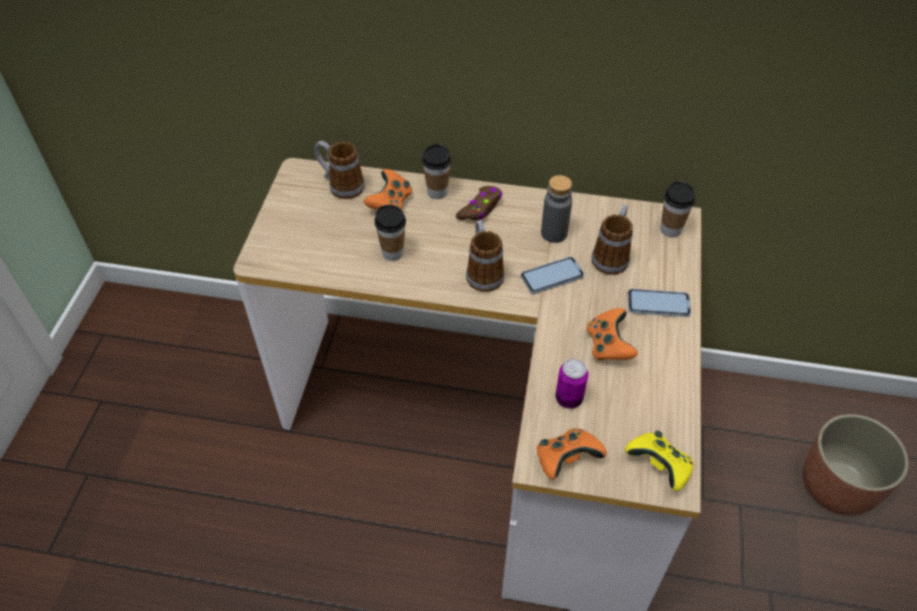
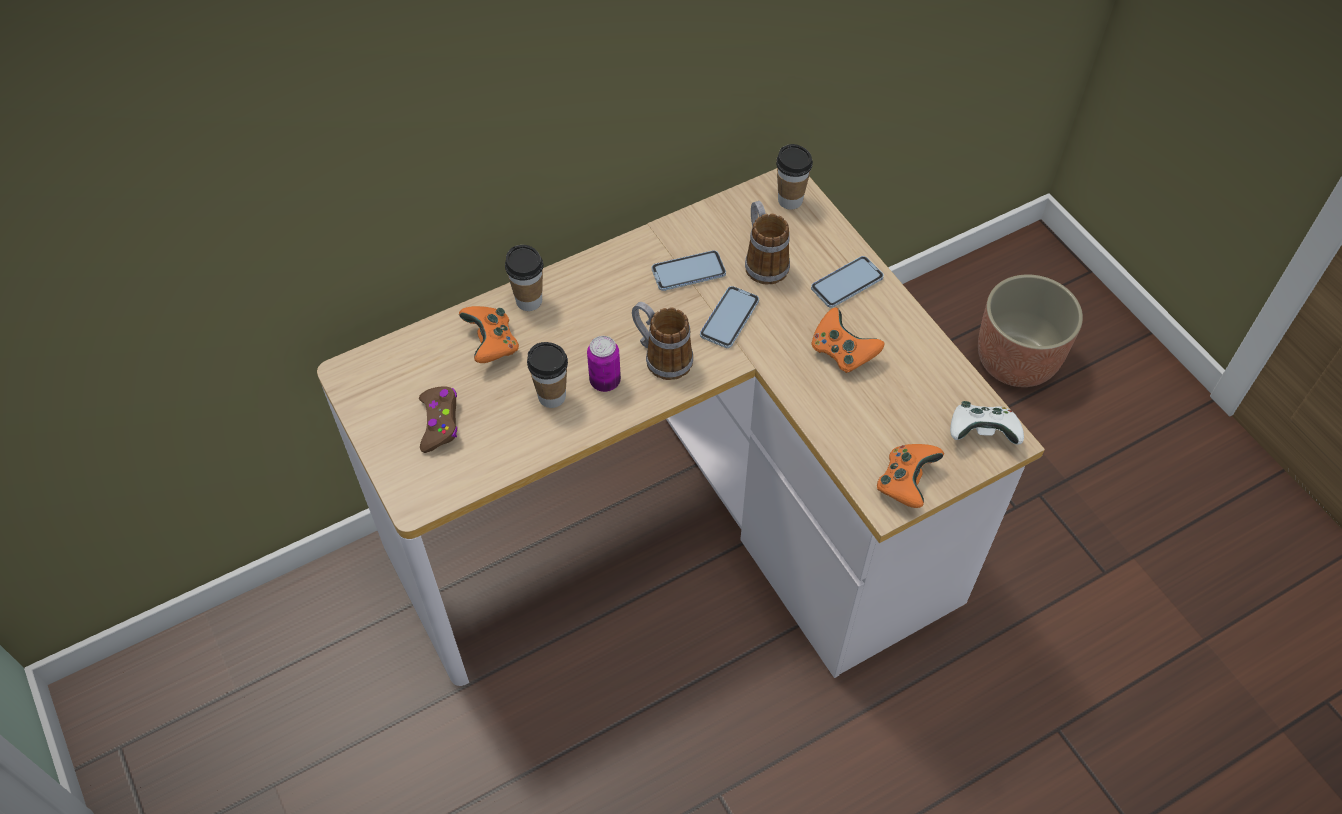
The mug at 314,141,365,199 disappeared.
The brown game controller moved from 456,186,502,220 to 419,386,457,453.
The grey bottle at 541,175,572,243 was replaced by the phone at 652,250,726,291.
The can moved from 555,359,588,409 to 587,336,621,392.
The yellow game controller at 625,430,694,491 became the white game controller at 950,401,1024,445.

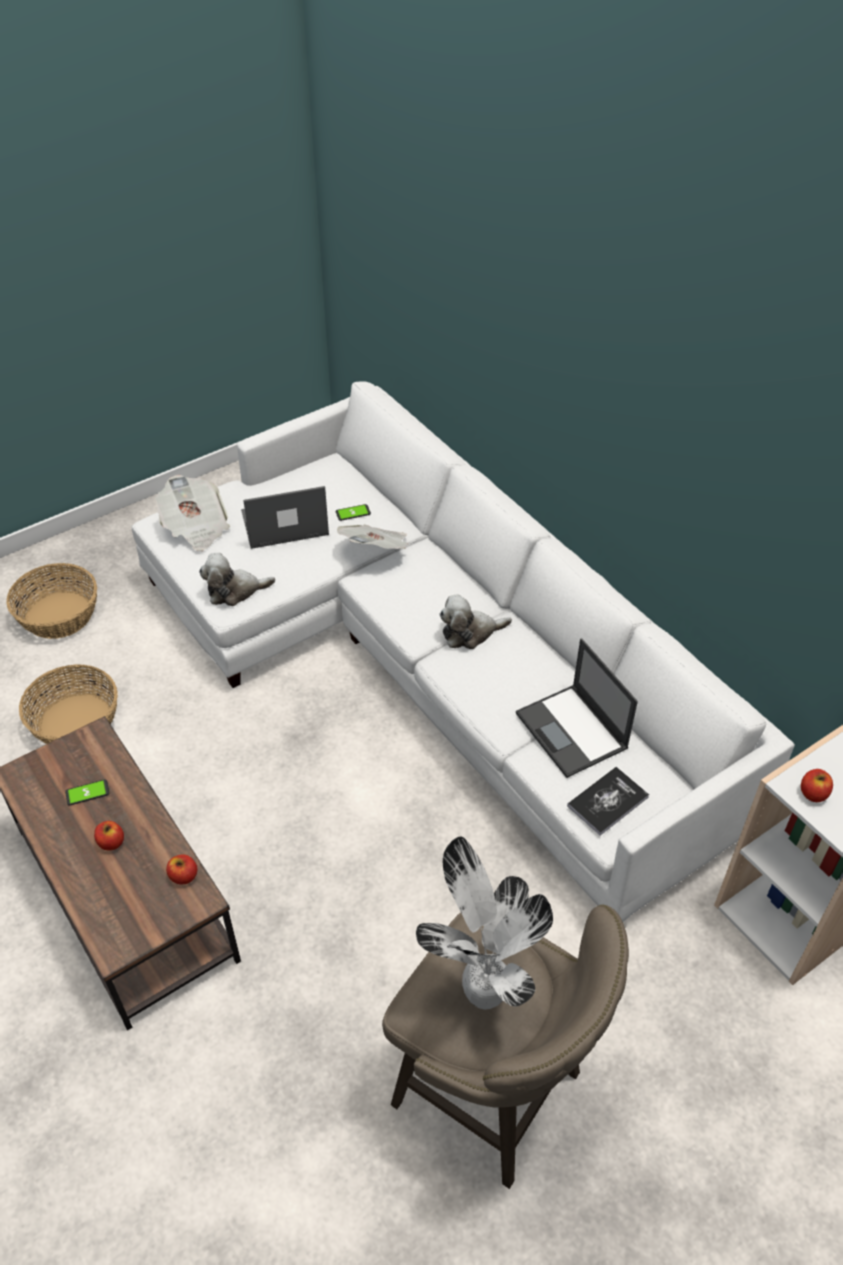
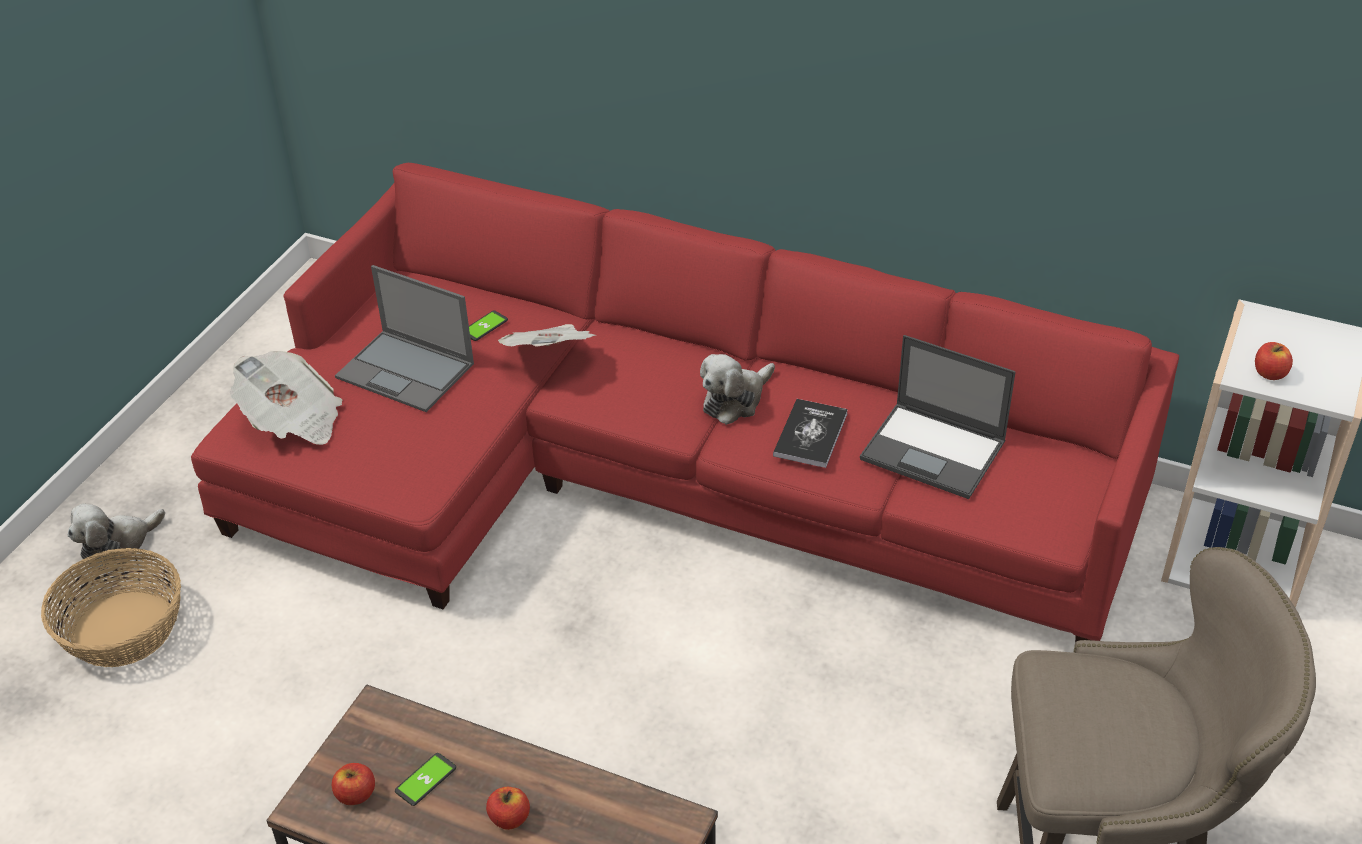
The basket at 19,665,118,744 disappeared.
The white sofa at 132,381,795,922 became the red sofa at 191,163,1179,643.
The apple moved from 166,854,198,884 to 332,763,375,805.
The plush toy moved from 199,553,275,606 to 68,503,165,572.
The laptop at 241,486,329,549 turned 105 degrees counterclockwise.
The potted plant at 416,836,553,1010 disappeared.
The book moved from 567,767,649,836 to 773,399,848,468.

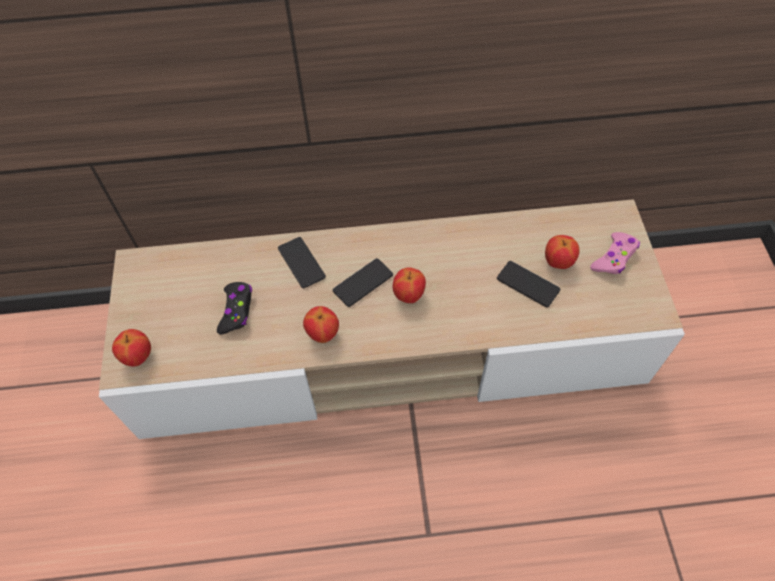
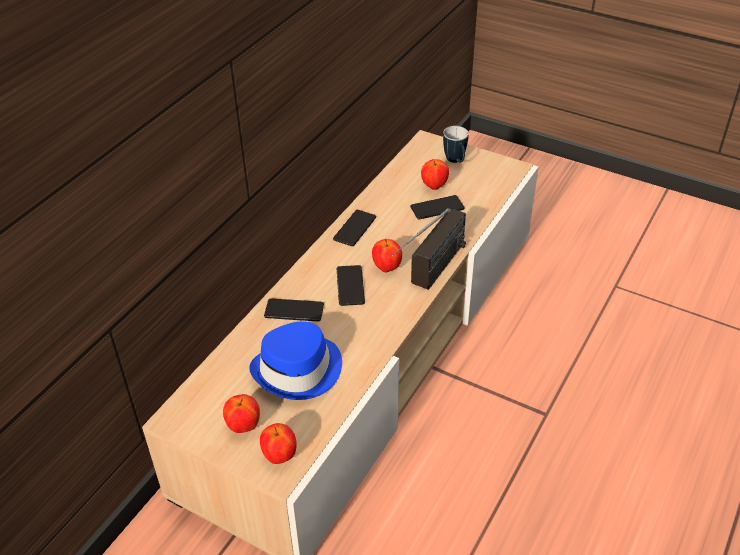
The black game controller at 217,282,252,335 was replaced by the blue hat at 249,321,342,400.
The apple moved from 303,306,339,343 to 223,394,260,433.
The pink game controller at 590,232,640,274 was replaced by the mug at 443,126,469,163.
The phone at 333,210,376,246 appeared.
The radio at 391,208,466,290 appeared.

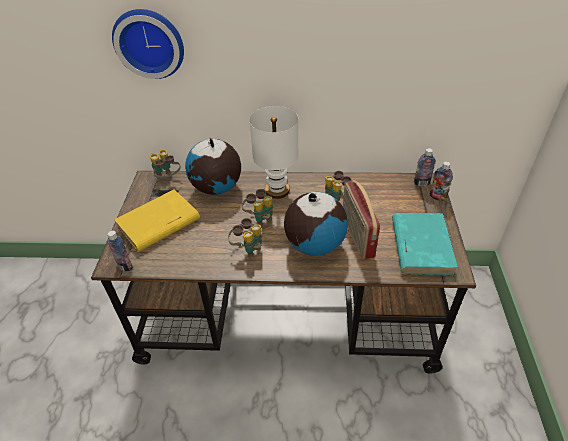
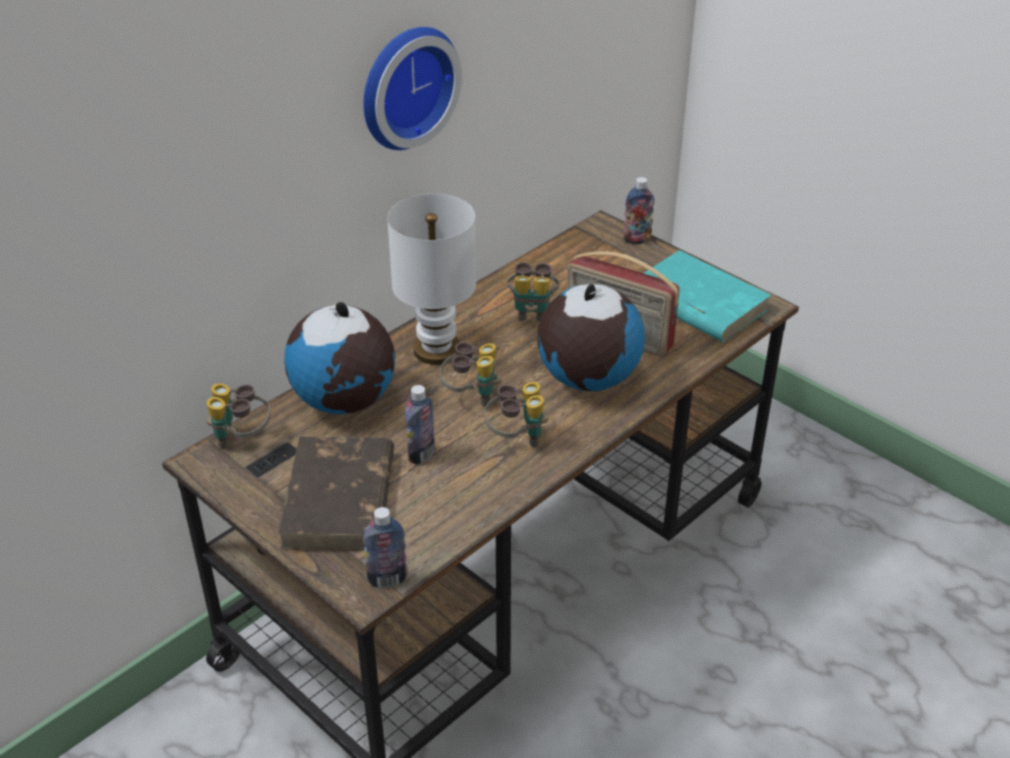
The wall clock moved from 112,9,184,79 to 363,27,462,150.
The yellow book at 114,189,200,252 became the brown book at 278,436,394,551.
The bottle moved from 414,148,436,186 to 405,385,435,465.

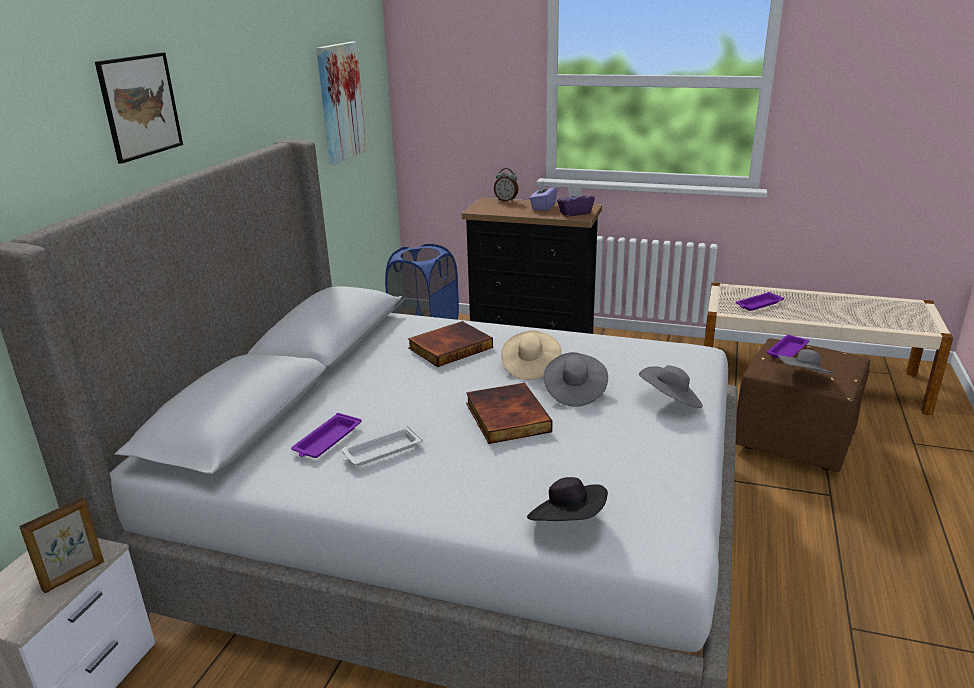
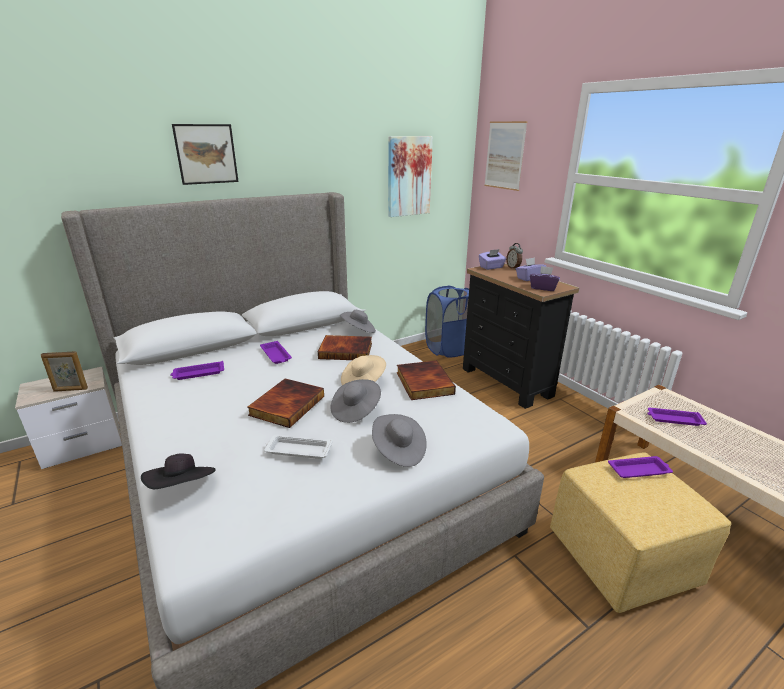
The white tray moved from 342,425,423,466 to 264,435,333,459.
The brown ottoman at 736,338,870,472 became the yellow ottoman at 550,452,732,613.
The grey hat moved from 778,349,835,375 to 340,310,376,333.
The purple tray at 260,341,292,364 appeared.
The book at 397,361,456,400 appeared.
The purple tissue box at 479,249,506,270 appeared.
The picture at 484,121,527,191 appeared.

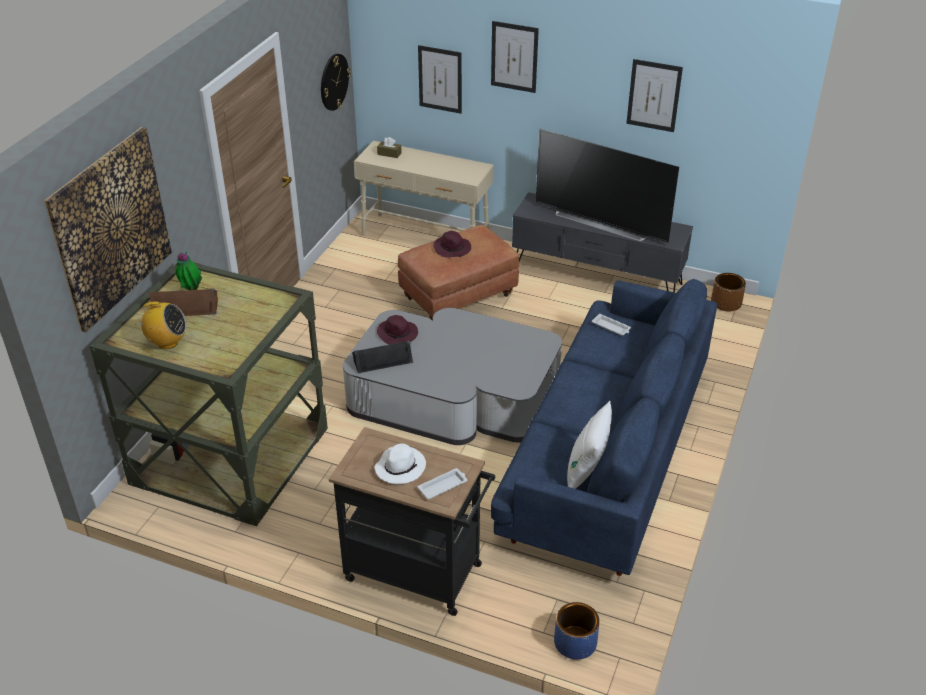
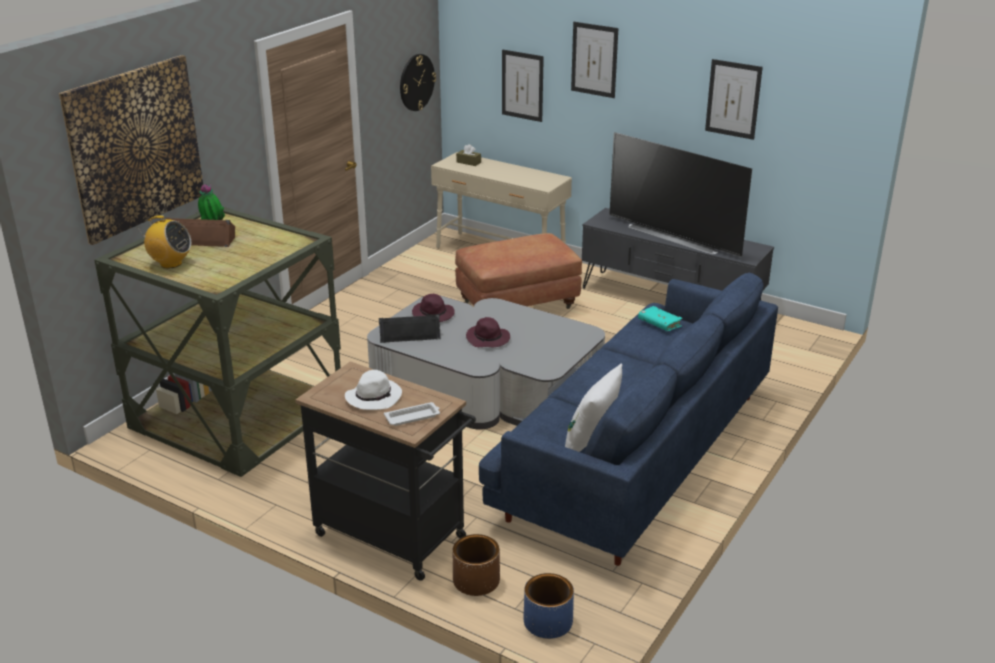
The purple hat moved from 433,231,471,258 to 466,317,510,347.
The white tray at 592,314,631,335 was replaced by the turquoise book at 638,306,683,331.
The brown planter moved from 711,273,746,312 to 453,534,500,596.

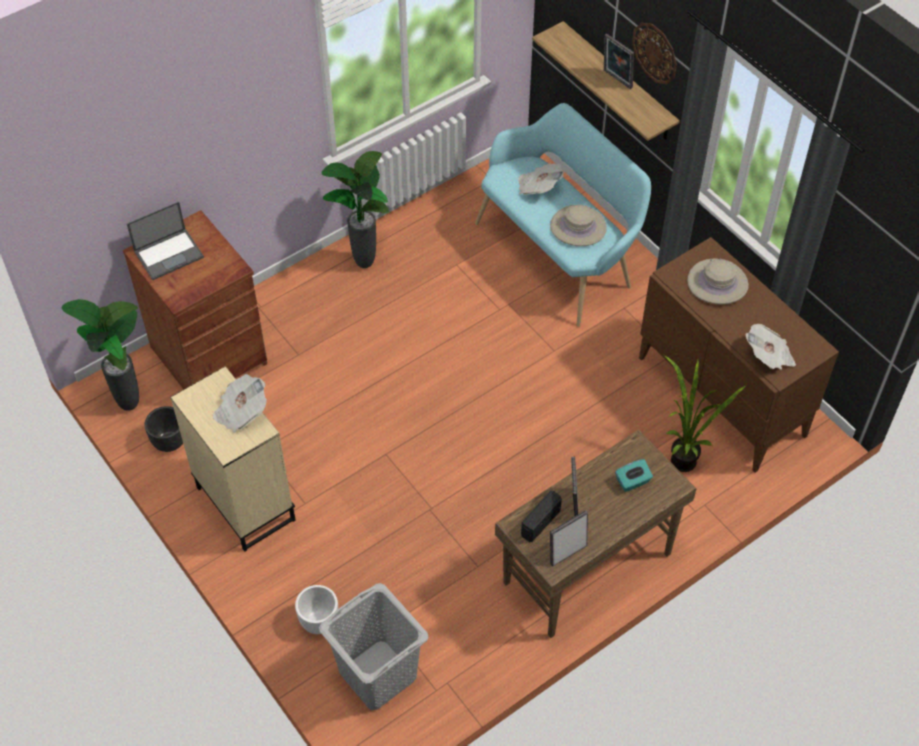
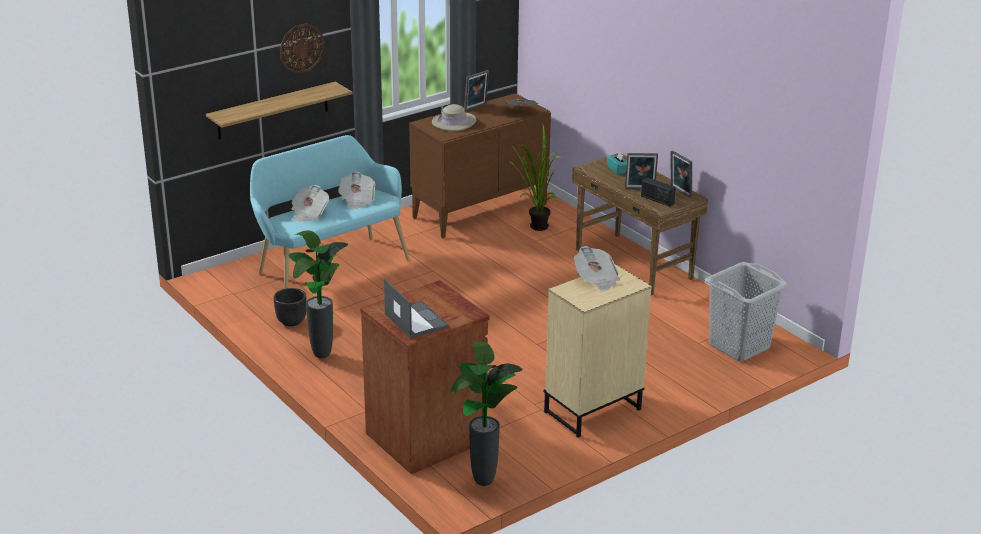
The black planter moved from 145,406,183,452 to 273,288,307,326.
The white planter at 295,585,338,634 disappeared.
The beige hat at 550,205,607,246 was replaced by the newspaper at 338,172,376,209.
The picture frame moved from 604,33,634,89 to 464,70,489,111.

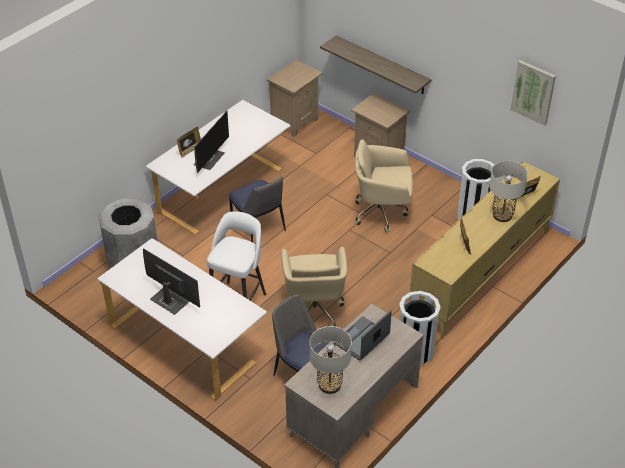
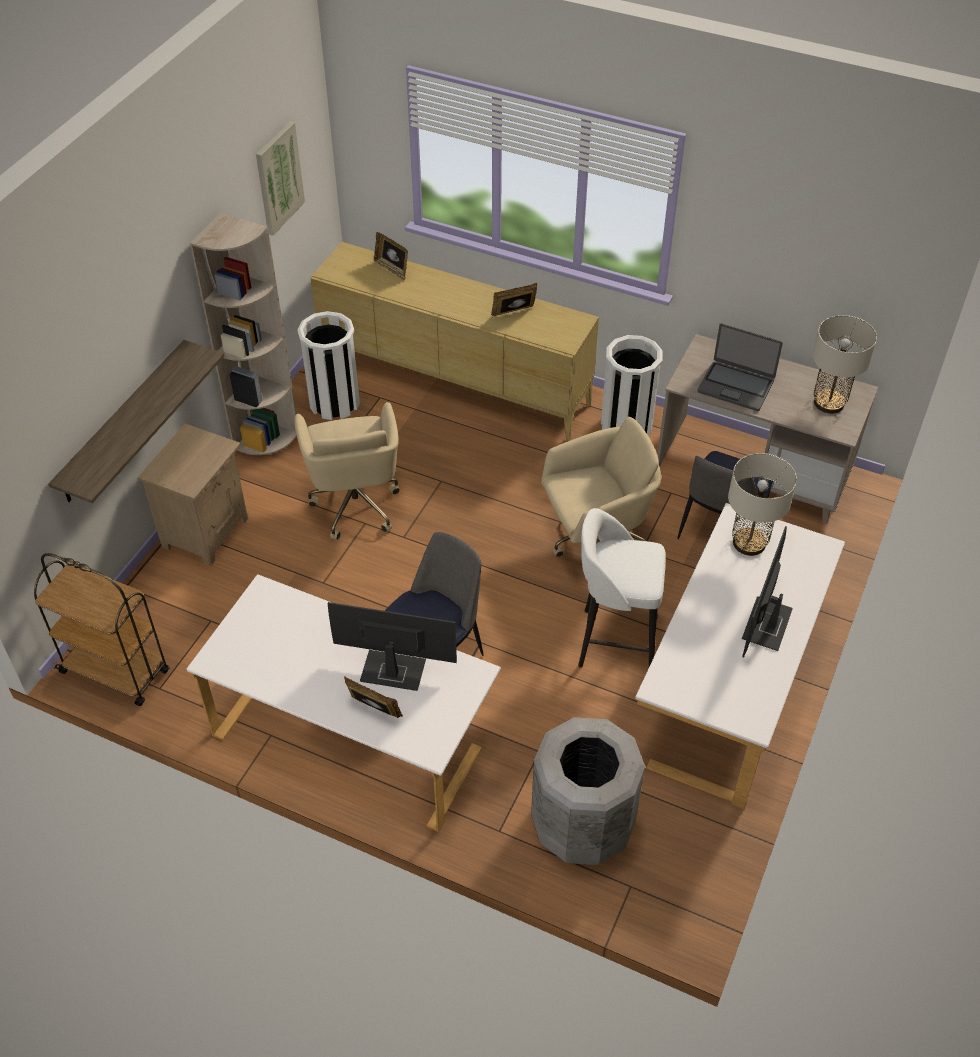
The beige nightstand at 267,60,323,137 was replaced by the brown cart at 34,553,170,706.
The table lamp moved from 489,161,528,222 to 728,453,797,556.
The beige bookcase at 190,213,297,455 appeared.

